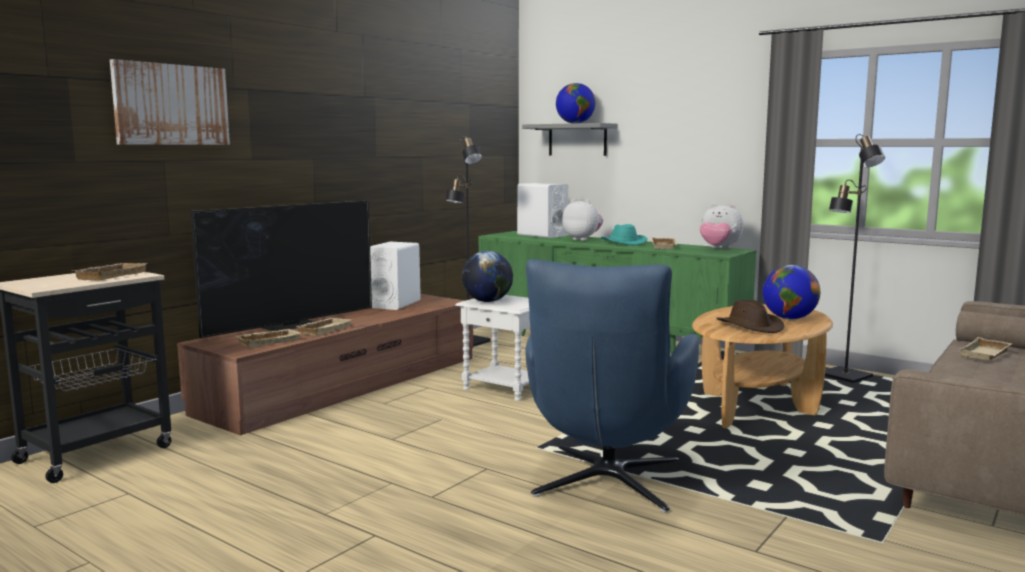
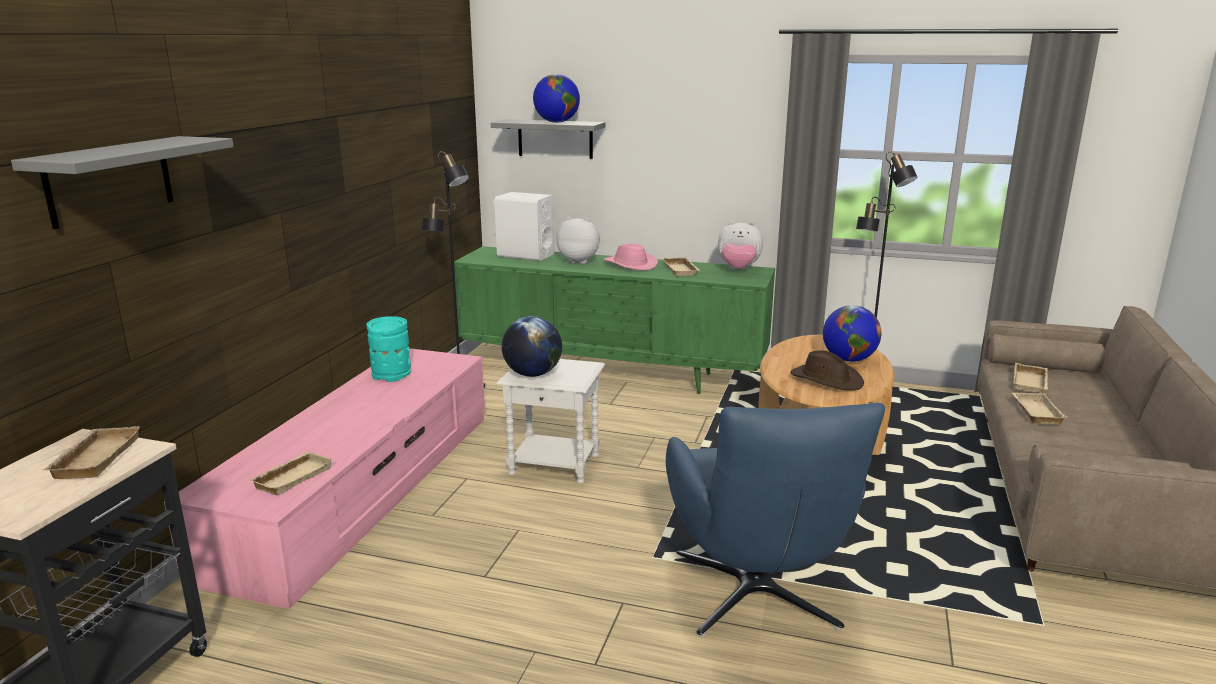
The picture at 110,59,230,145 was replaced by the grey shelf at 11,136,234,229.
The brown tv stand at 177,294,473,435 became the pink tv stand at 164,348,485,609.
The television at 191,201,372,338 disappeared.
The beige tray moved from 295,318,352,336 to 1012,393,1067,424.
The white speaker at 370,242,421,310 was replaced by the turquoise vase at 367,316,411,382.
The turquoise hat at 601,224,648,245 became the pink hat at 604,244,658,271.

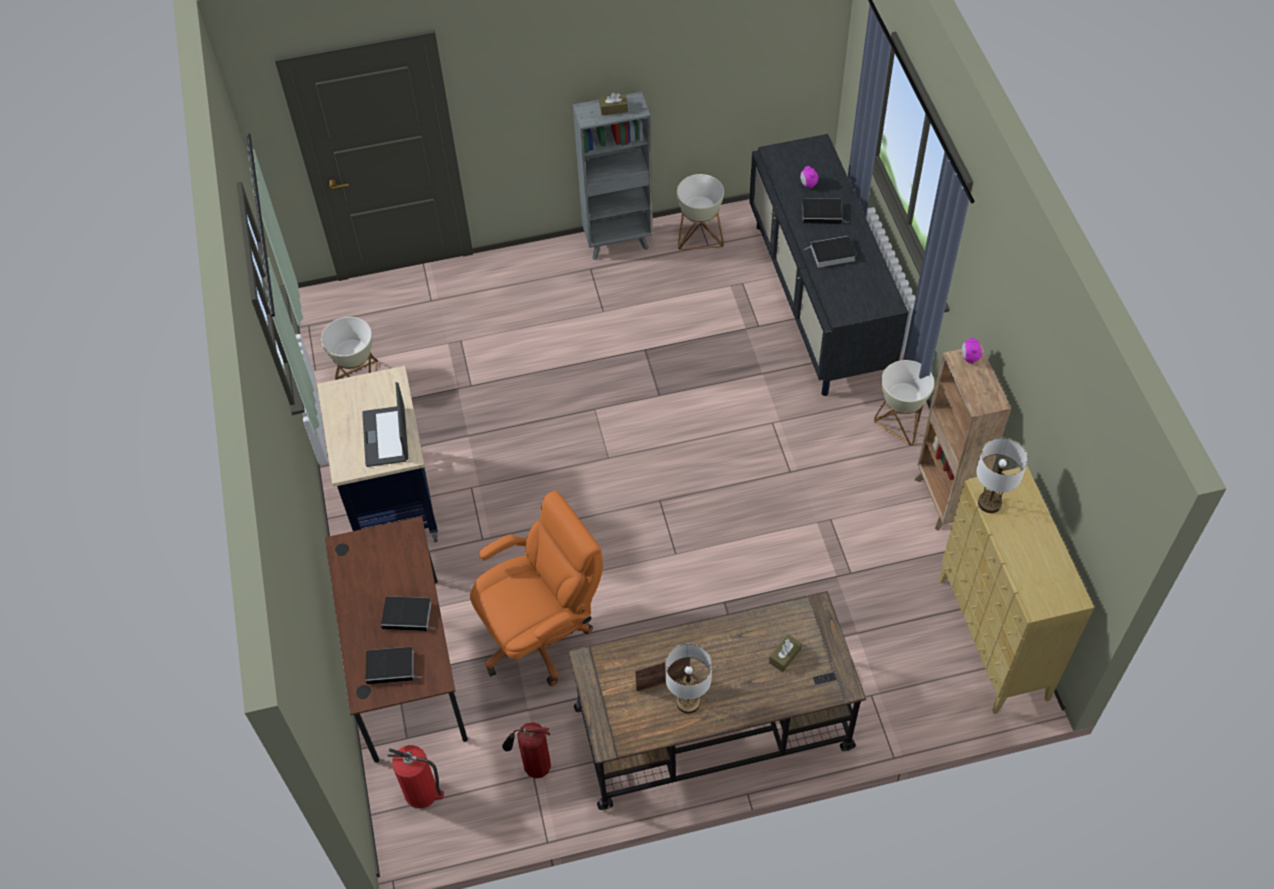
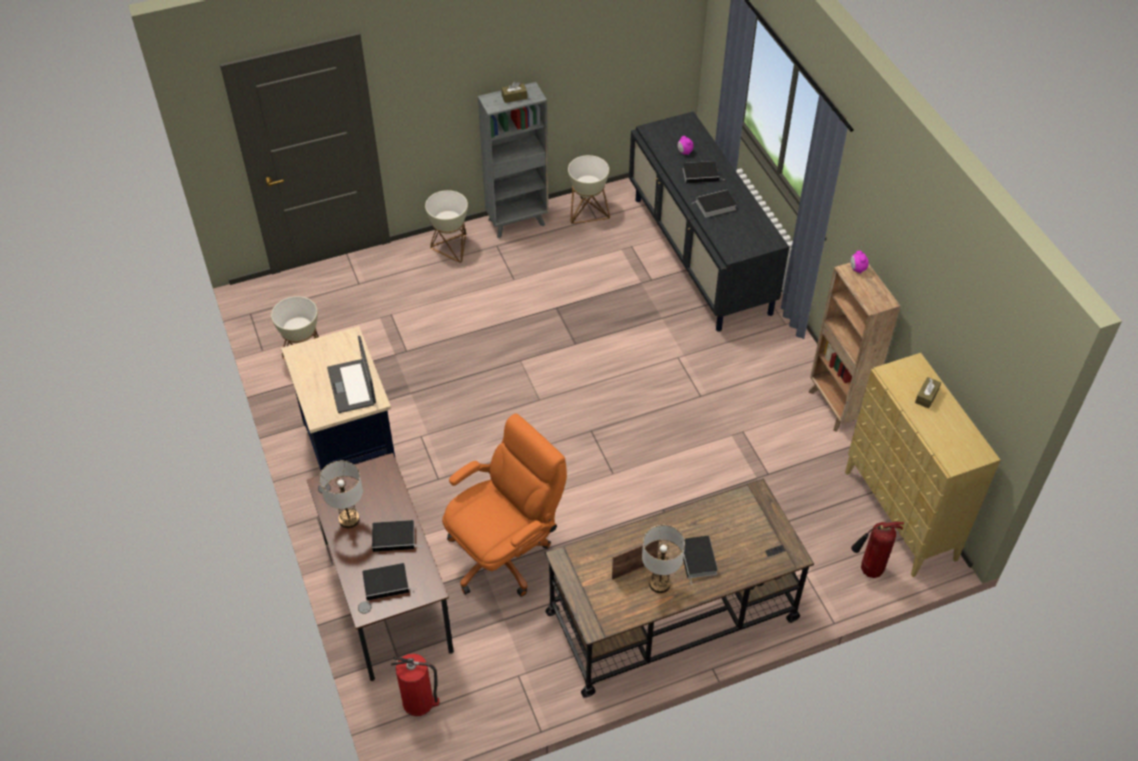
The fire extinguisher moved from 502,722,551,779 to 851,522,904,578.
The brown tissue box moved from 769,634,802,672 to 915,377,941,409.
The planter moved from 874,360,935,446 to 425,190,468,263.
The table lamp moved from 976,437,1028,513 to 319,461,363,528.
The book at 683,536,718,585 appeared.

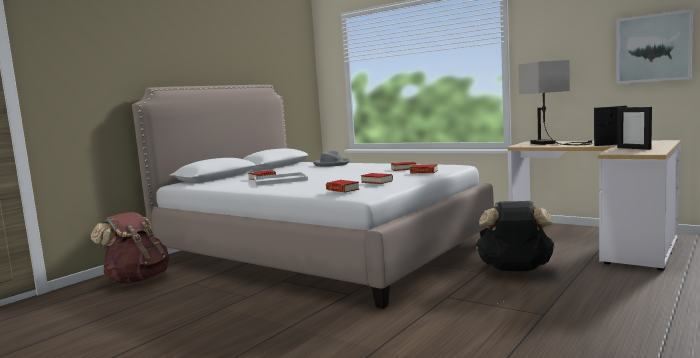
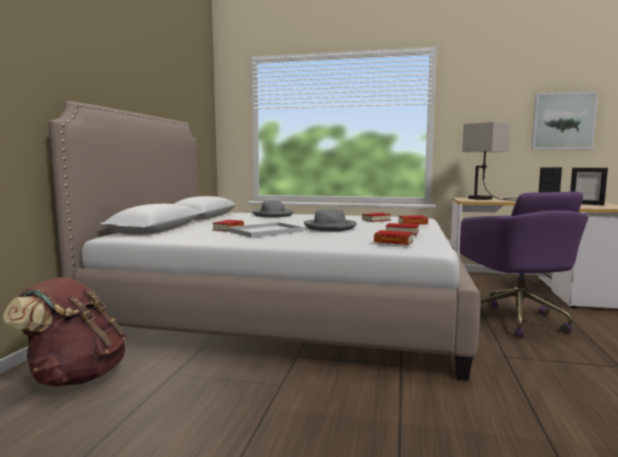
The black backpack at 476,201,555,271 was replaced by the purple office chair at 460,192,588,338.
The grey hat at 304,209,357,231 appeared.

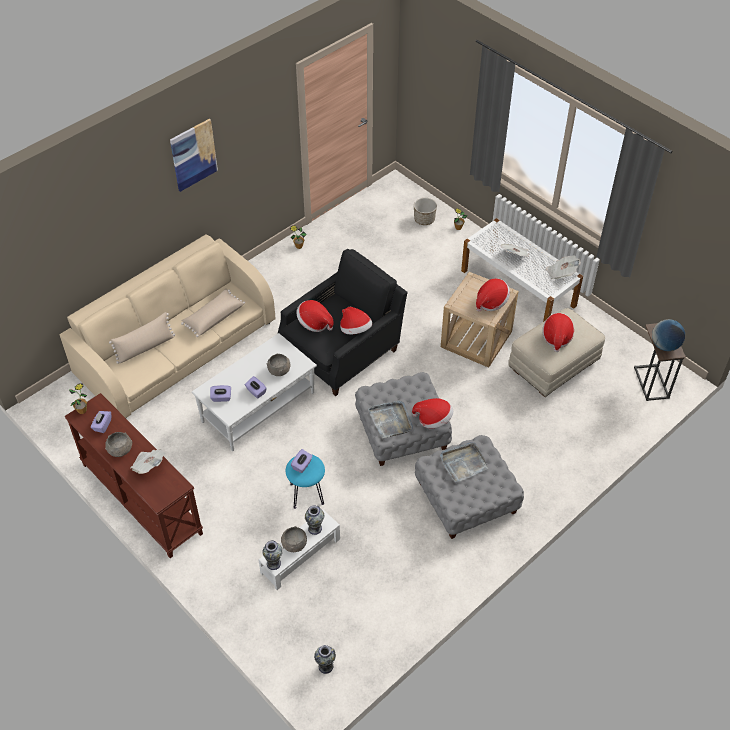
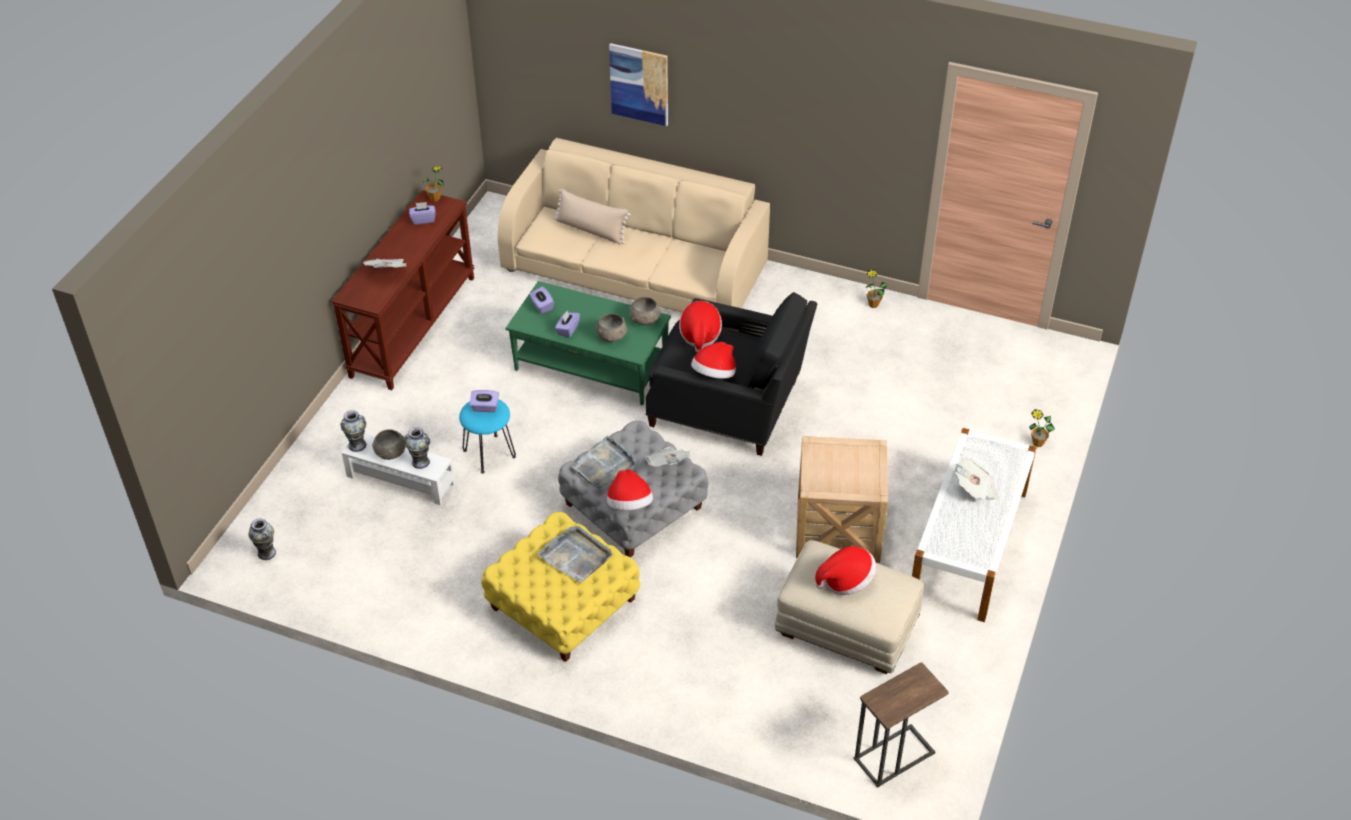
The grey bowl moved from 105,432,132,457 to 629,297,660,325.
The picture moved from 170,119,218,192 to 609,43,668,126.
The beige pillow at 181,289,245,337 disappeared.
The white coffee table at 192,333,317,451 became the green coffee table at 505,281,671,405.
The planter at 414,198,437,225 disappeared.
The grey ottoman at 415,435,524,539 became the yellow ottoman at 481,512,640,662.
The hat at 476,279,510,312 disappeared.
The newspaper moved from 546,255,581,279 to 646,446,690,467.
The globe at 652,319,685,351 disappeared.

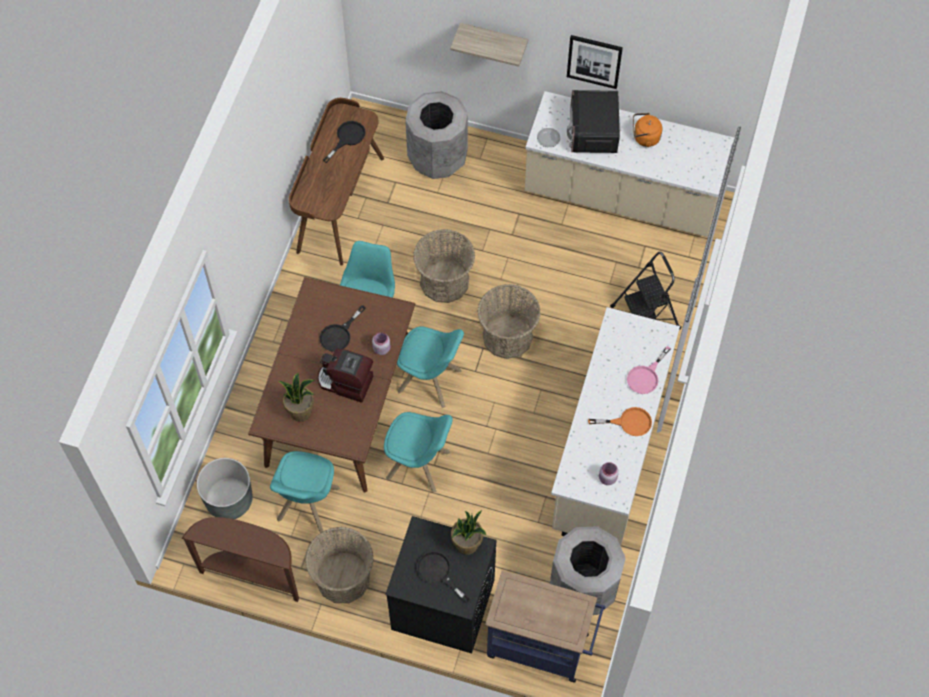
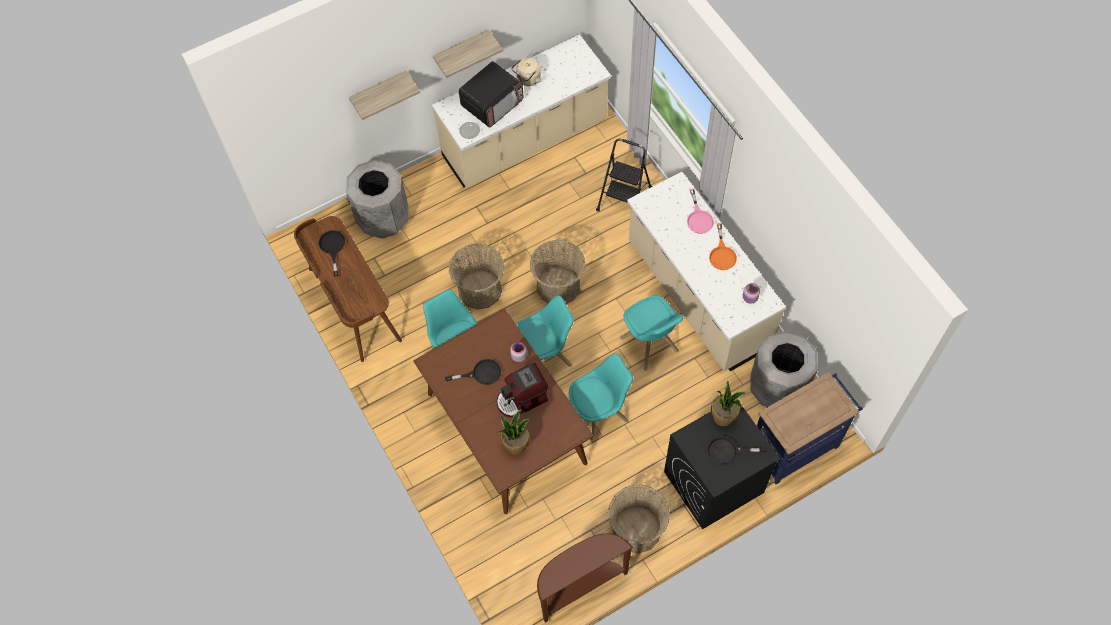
The grey planter at 197,458,253,519 disappeared.
The turquoise chair moved from 270,451,340,533 to 620,296,683,371.
The black frying pan at 320,305,366,352 turned 90 degrees counterclockwise.
The picture at 567,35,623,89 was replaced by the shelf at 433,30,503,78.
The microwave at 567,90,620,153 turned 90 degrees counterclockwise.
The orange frying pan at 588,407,652,436 turned 135 degrees clockwise.
The orange kettle at 633,113,663,147 became the beige kettle at 511,58,541,86.

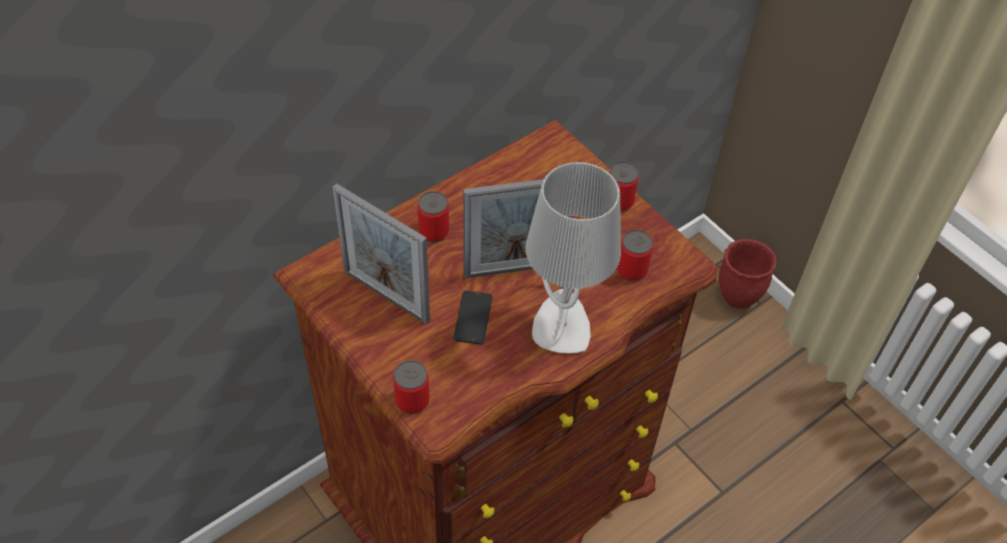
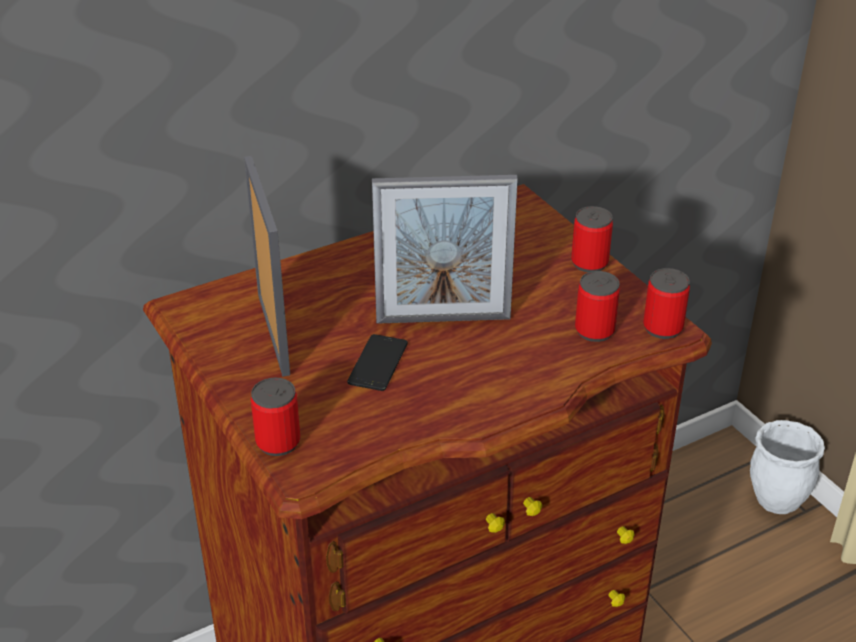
The picture frame at 332,183,430,325 turned 150 degrees counterclockwise.
The can moved from 418,191,449,242 to 643,268,690,339.
The grey table lamp at 525,162,621,354 disappeared.
The red planter at 718,239,777,309 became the white planter at 750,420,825,514.

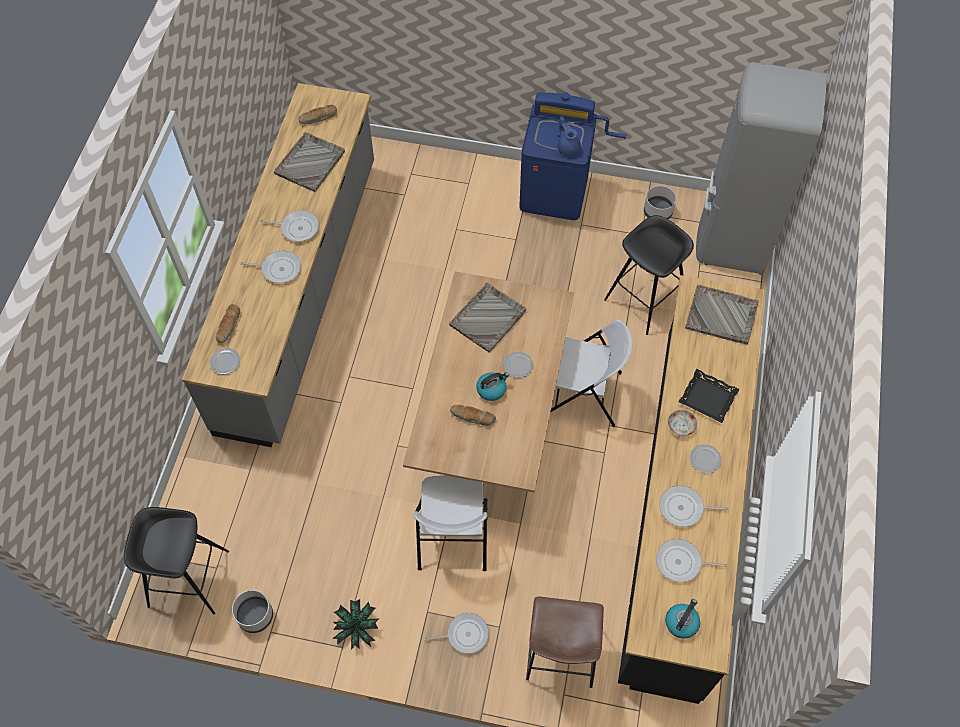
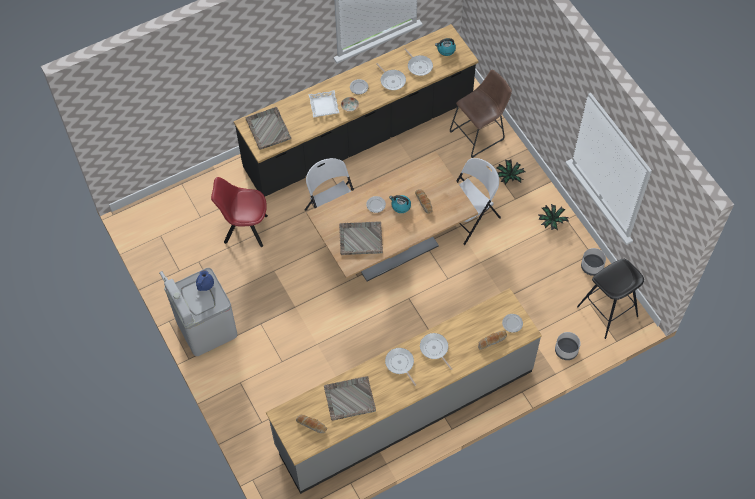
The frying pan at 425,613,489,654 was replaced by the potted plant at 496,160,525,185.
The blue washing machine at 519,92,626,220 became the grey washing machine at 159,268,237,356.
The black stool at 604,215,694,335 was replaced by the red chair at 211,177,268,247.
The grey planter moved from 644,186,676,220 to 555,332,581,360.
The black tray at 679,369,739,423 became the white tray at 309,90,339,117.
The grey fridge at 696,62,826,275 disappeared.

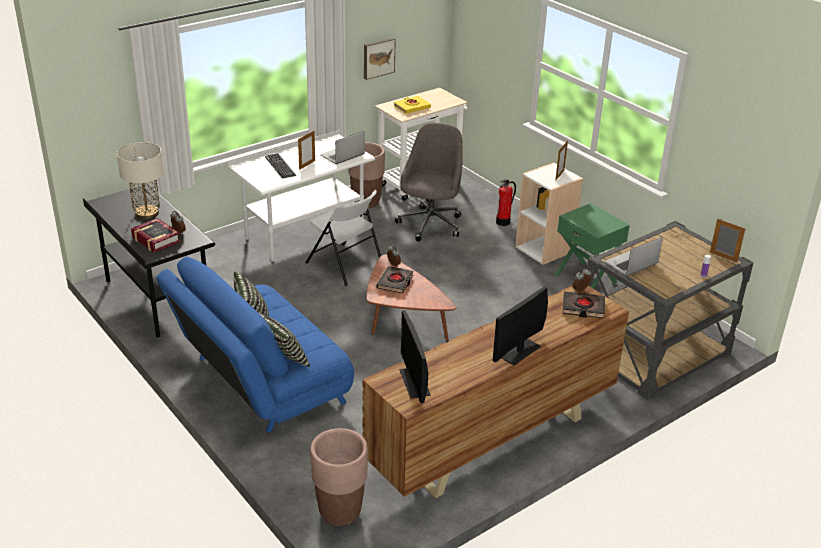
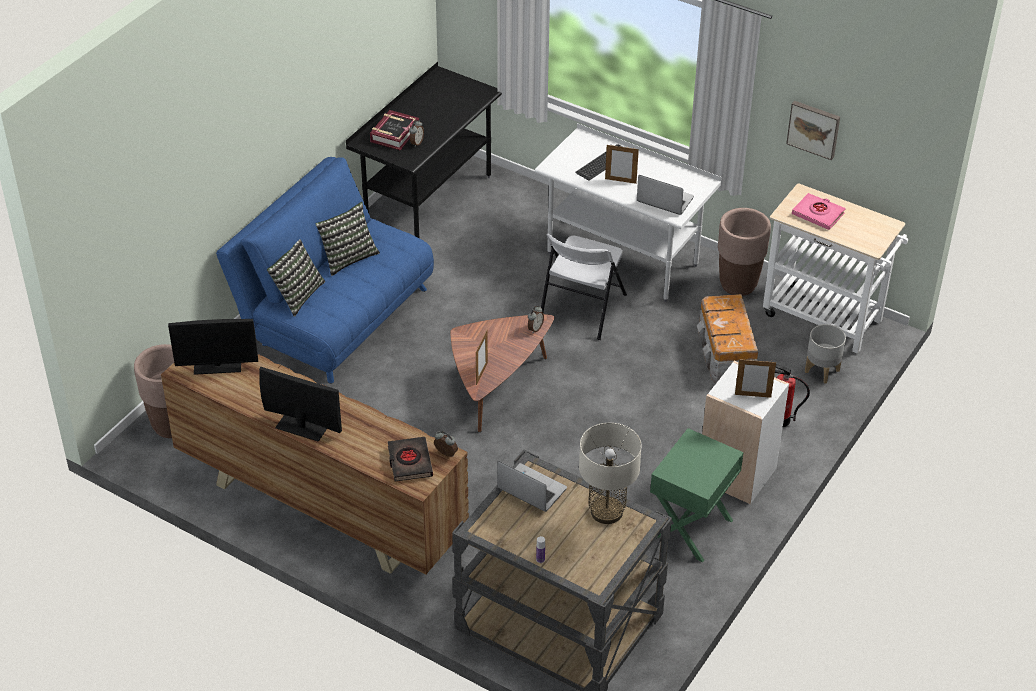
The table lamp moved from 117,142,164,219 to 579,423,642,524.
The black book at 376,266,413,294 disappeared.
The yellow book at 393,96,431,114 became the pink book at 792,193,846,230.
The grey office chair at 395,123,463,242 was replaced by the storage box at 697,294,758,383.
The monitor at 399,310,431,403 turned 150 degrees counterclockwise.
The picture frame moved from 710,219,745,262 to 476,330,488,385.
The grey planter at 805,324,846,384 appeared.

